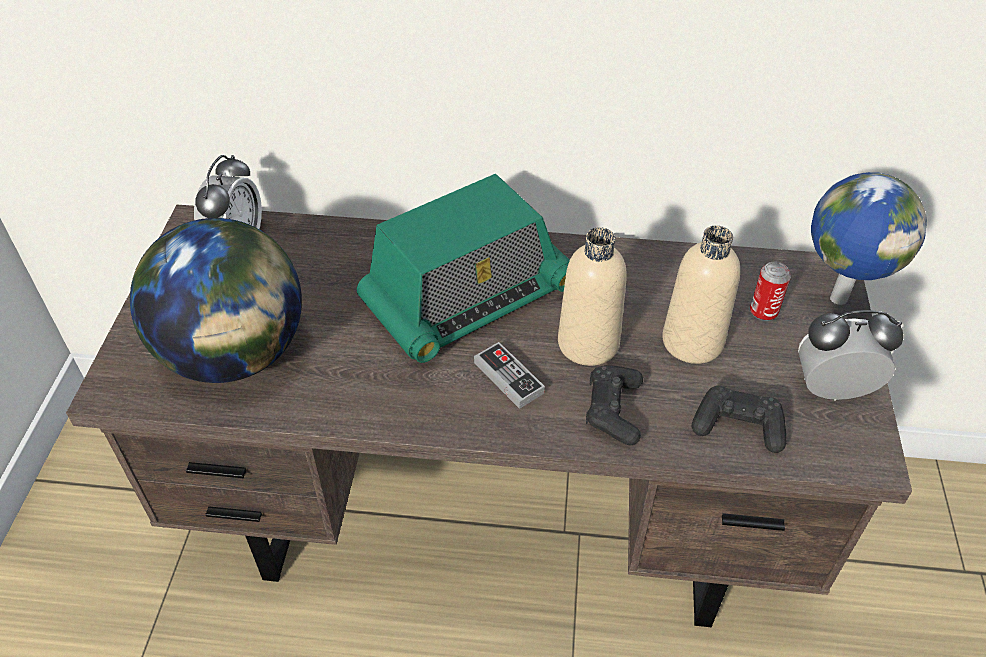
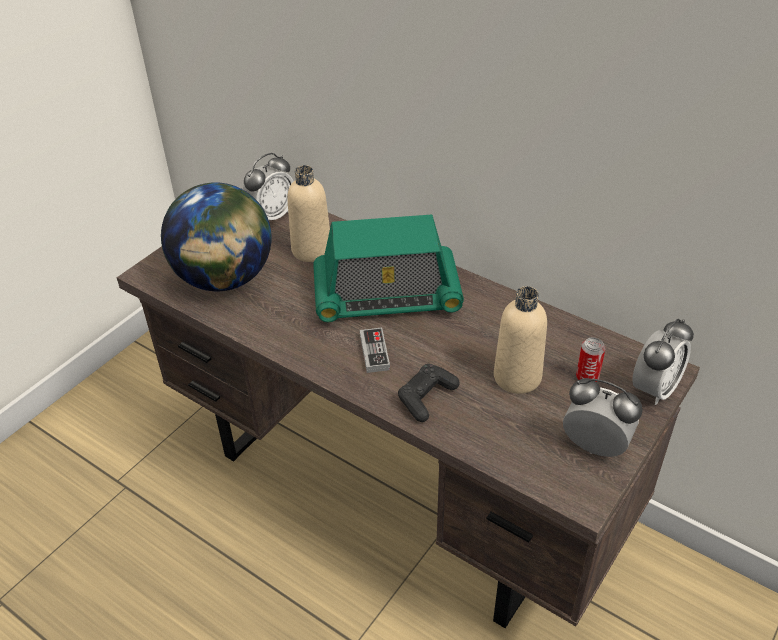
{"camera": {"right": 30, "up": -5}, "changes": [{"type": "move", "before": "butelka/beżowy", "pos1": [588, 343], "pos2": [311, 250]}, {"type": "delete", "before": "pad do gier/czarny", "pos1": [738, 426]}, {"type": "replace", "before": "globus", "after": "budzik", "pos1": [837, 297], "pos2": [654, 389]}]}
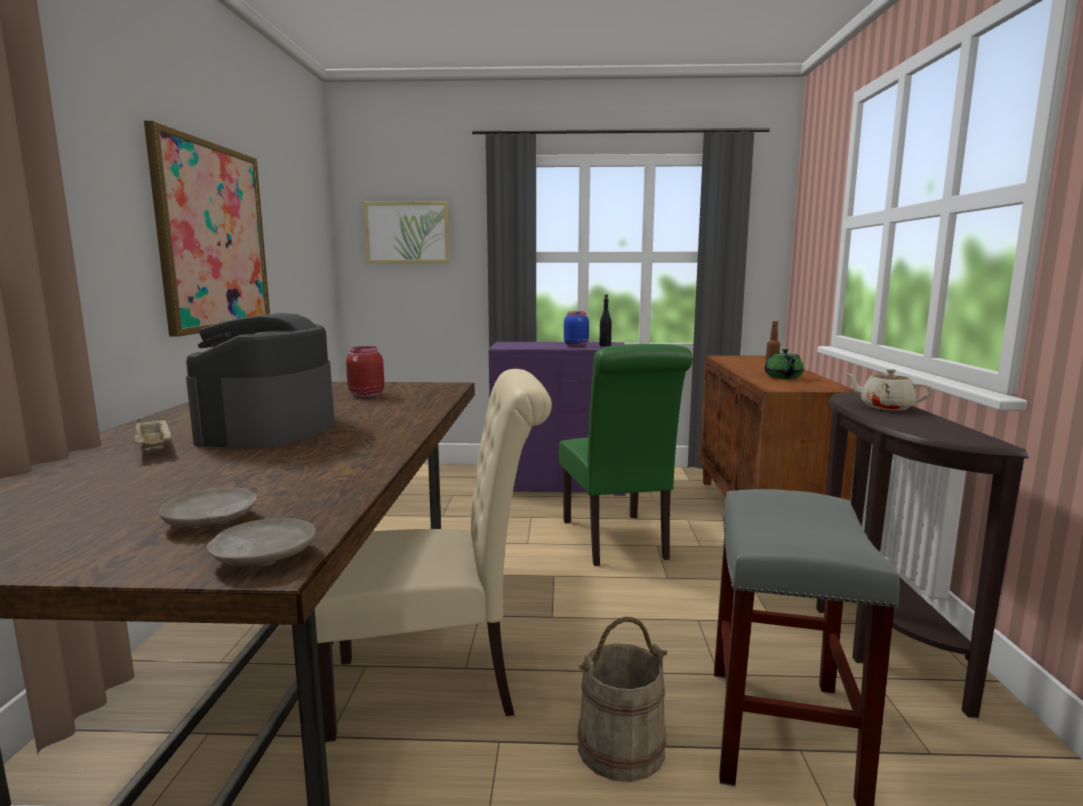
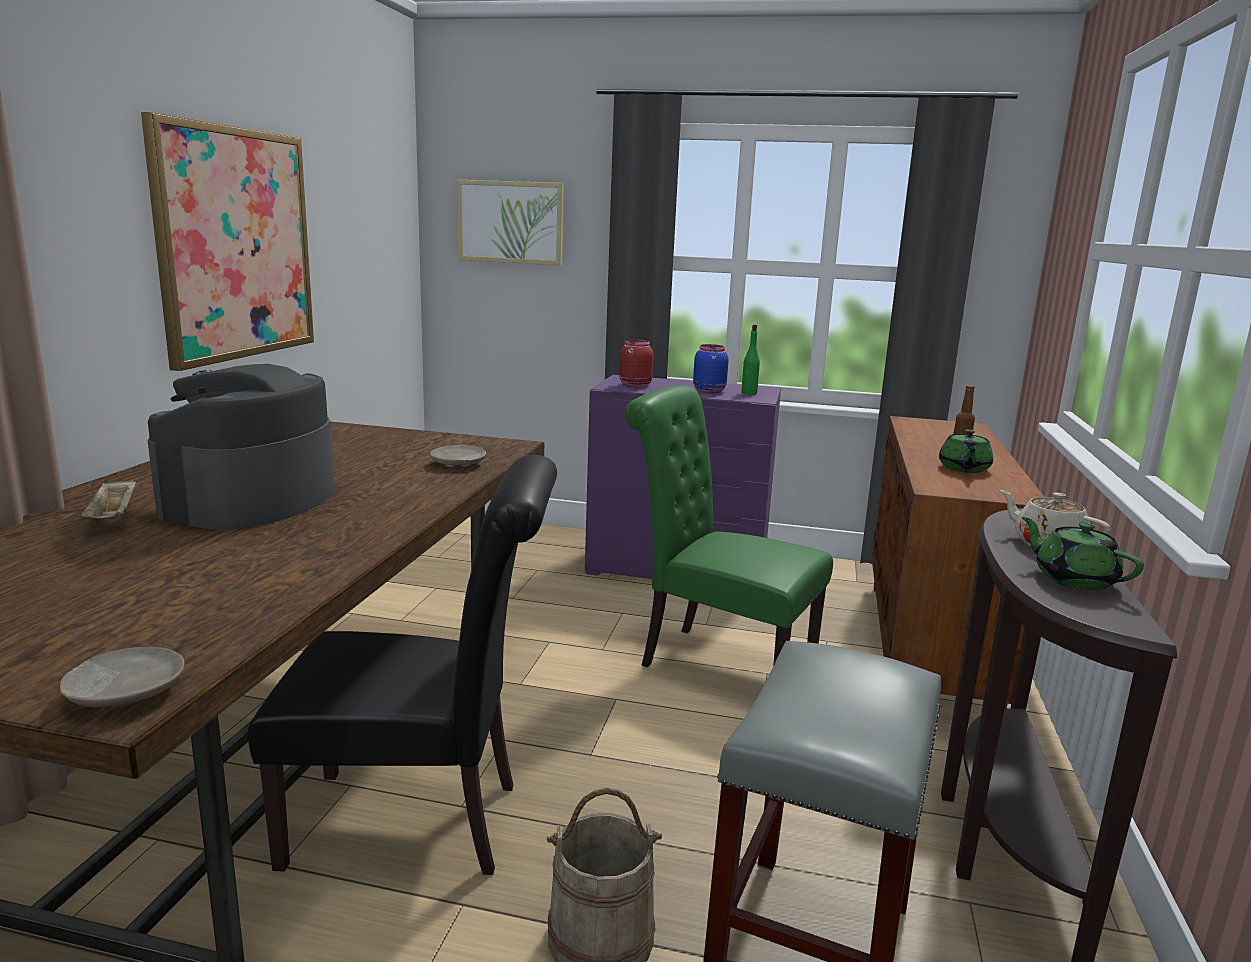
{"camera": {"right": 10, "up": 5}, "changes": [{"type": "move", "before": "talerz/beżowy", "pos1": [210, 521], "pos2": [458, 464]}, {"type": "recolor", "before": "krzesło/beżowy", "after": "krzesło/czarny", "pos1": [436, 685], "pos2": [419, 823]}, {"type": "move", "before": "słoik/czerwony", "pos1": [365, 395], "pos2": [634, 385]}, {"type": "rotate", "before": "krzesło/zielony", "pos1": [617, 542], "pos2": [717, 662], "turn": 120}, {"type": "recolor", "before": "butelka/czarny", "after": "butelka/zielony", "pos1": [605, 345], "pos2": [749, 393]}, {"type": "insert", "after": "imbryk/zielony", "pos2": [1073, 579]}]}
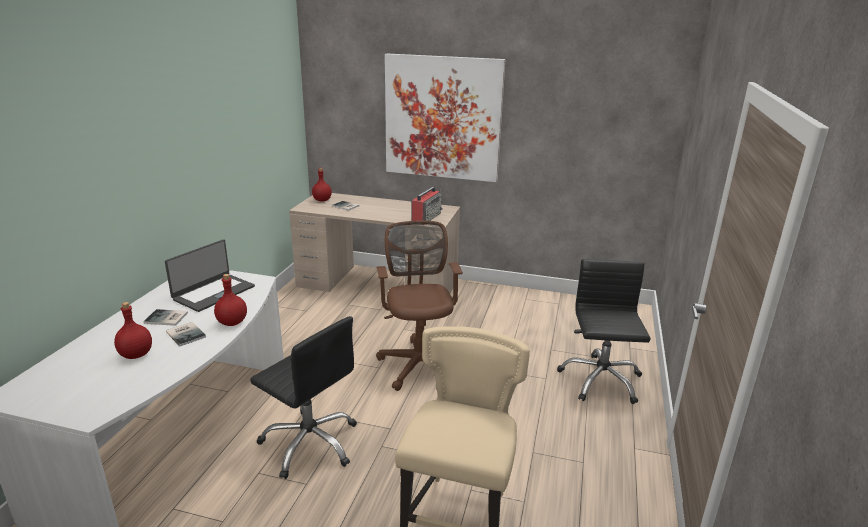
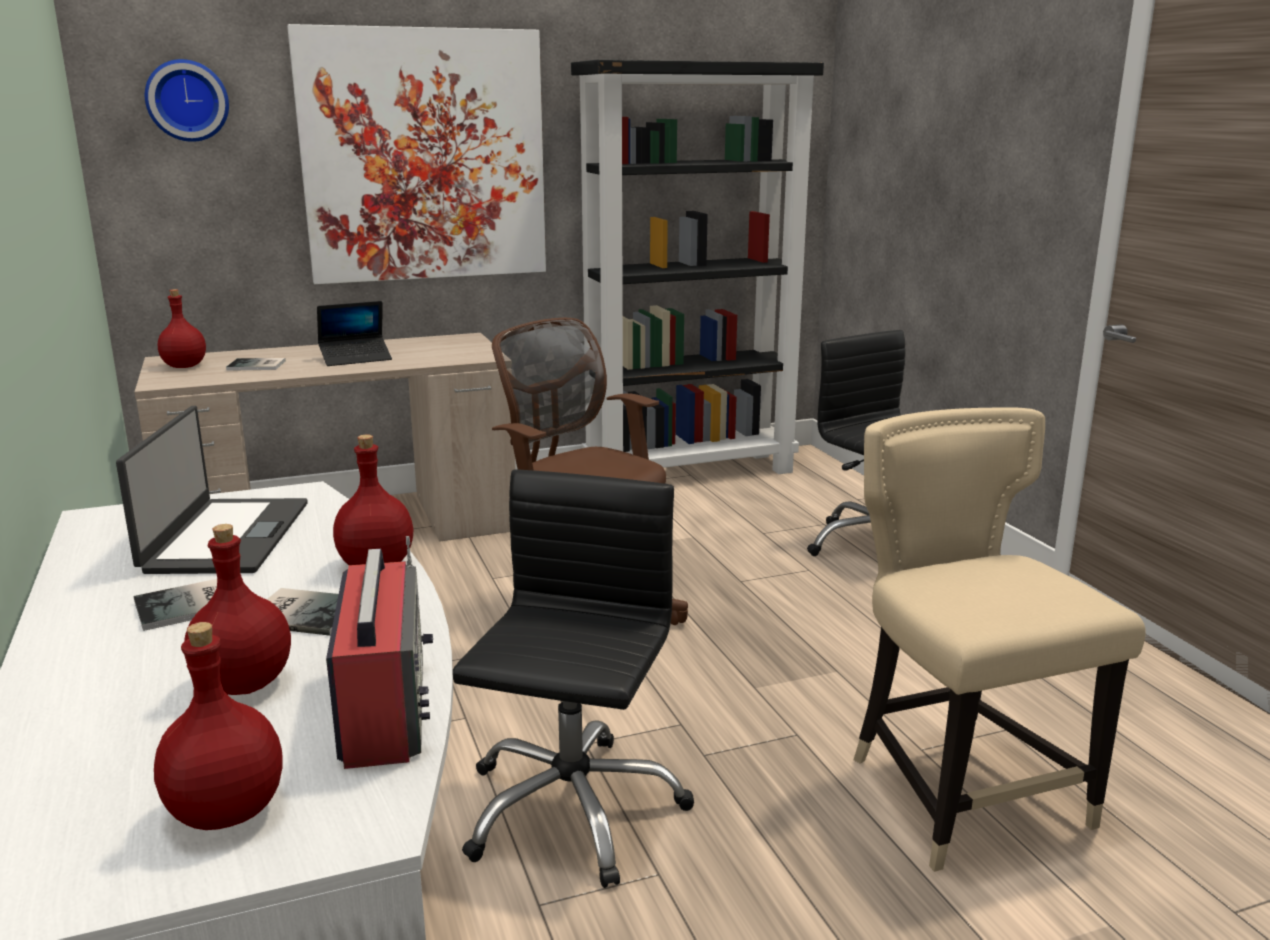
{"camera": {"right": -35, "up": -5}, "changes": [{"type": "rotate", "before": "krzesło biurowe/czarny", "pos1": [310, 443], "pos2": [571, 808], "turn": -75}, {"type": "move", "before": "radio", "pos1": [426, 217], "pos2": [384, 706]}, {"type": "insert", "after": "zegar ścienny", "pos2": [187, 100]}, {"type": "insert", "after": "butelka/czerwony", "pos2": [229, 811]}, {"type": "insert", "after": "laptop", "pos2": [356, 358]}, {"type": "insert", "after": "regał/czarny", "pos2": [690, 473]}]}
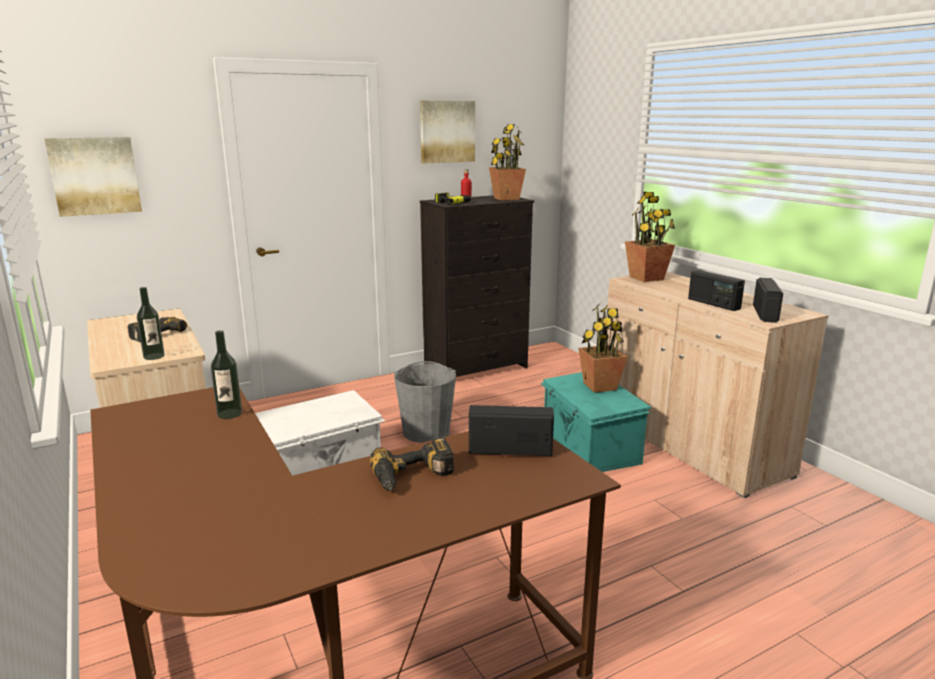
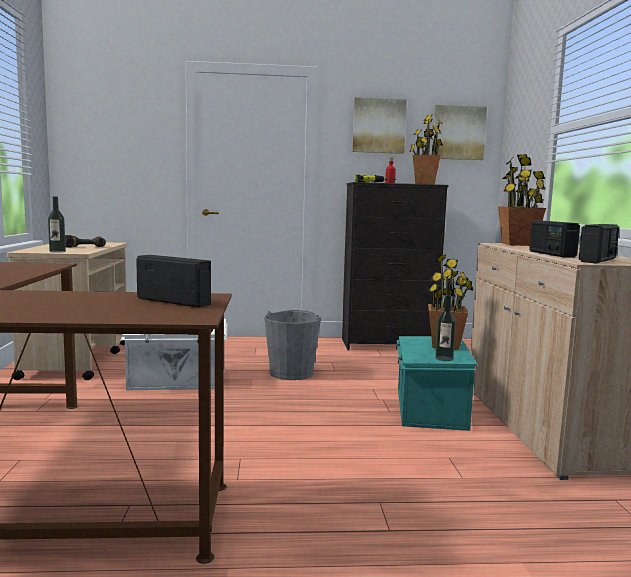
{"camera": {"right": 25, "up": -10}, "changes": [{"type": "move", "before": "obraz", "pos1": [95, 176], "pos2": [458, 133]}, {"type": "move", "before": "butelka", "pos1": [229, 414], "pos2": [444, 358]}, {"type": "delete", "before": "wiertarka", "pos1": [413, 477]}]}
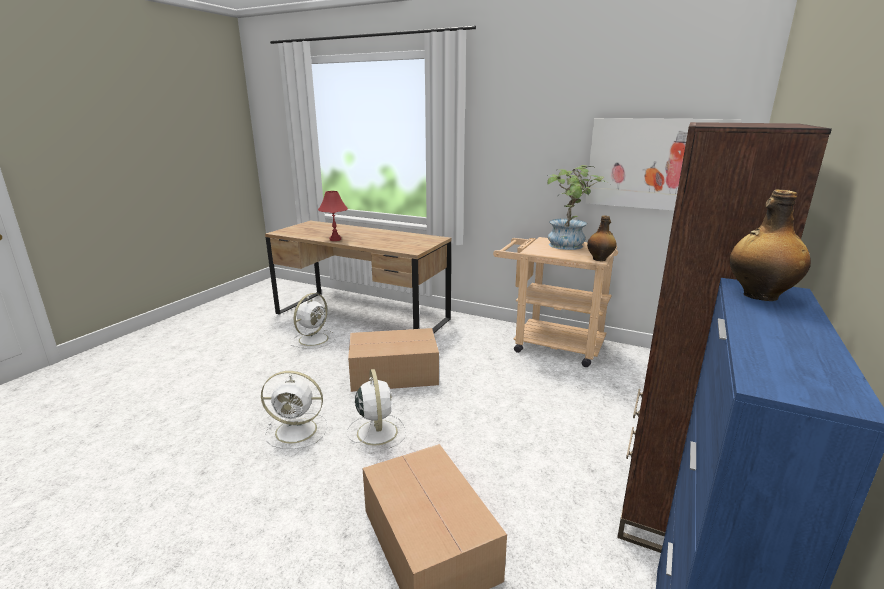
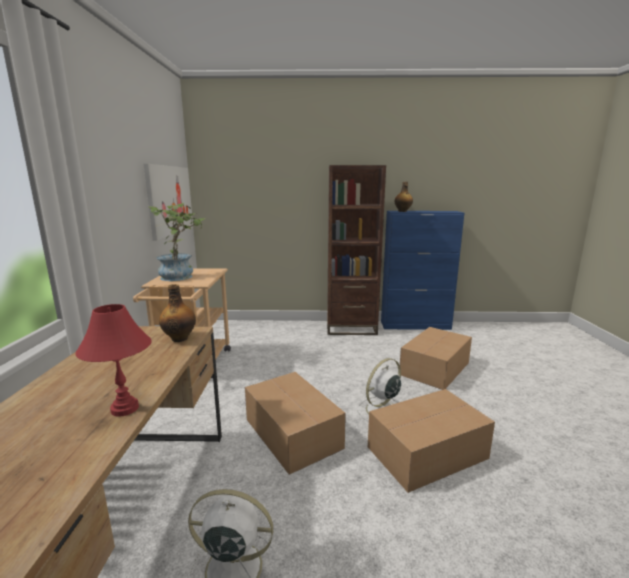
{"camera": {"right": -115, "up": -5}, "changes": [{"type": "replace", "before": "wentylator/biały", "after": "karton", "pos1": [298, 430], "pos2": [425, 452]}, {"type": "move", "before": "butelka", "pos1": [600, 259], "pos2": [180, 338]}]}
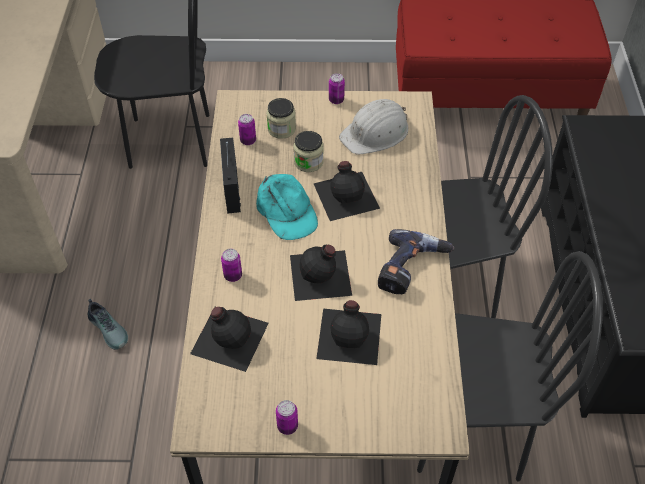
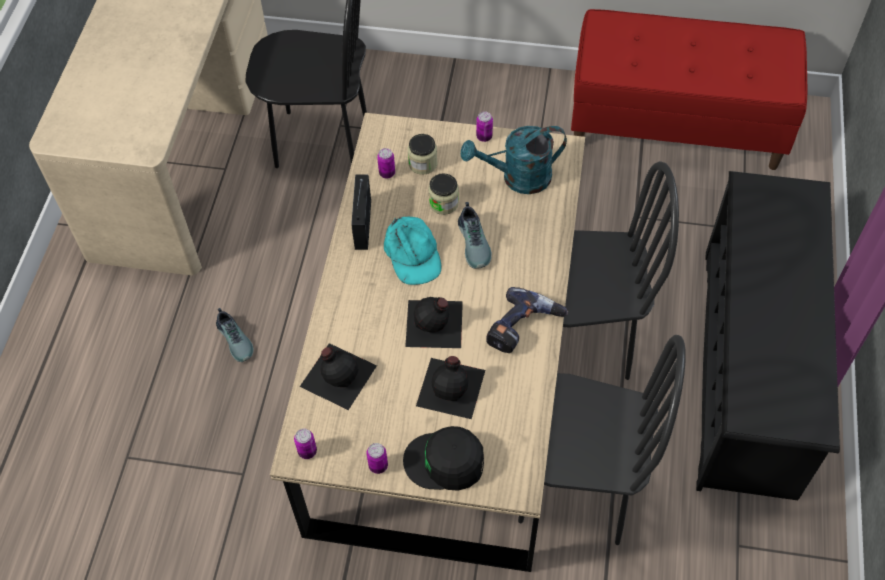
{"camera": {"right": 10, "up": 5}, "changes": [{"type": "move", "before": "puszka", "pos1": [233, 275], "pos2": [307, 451]}, {"type": "replace", "before": "butelka/czarny", "after": "but", "pos1": [346, 194], "pos2": [475, 243]}, {"type": "replace", "before": "kask/biały", "after": "konewka/turkusowy", "pos1": [376, 133], "pos2": [517, 178]}, {"type": "insert", "after": "czapka z daszkiem/czarny", "pos2": [445, 462]}]}
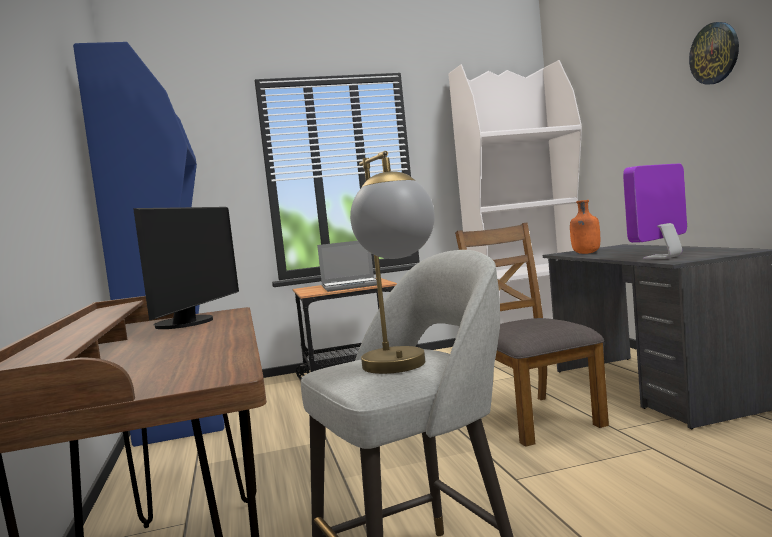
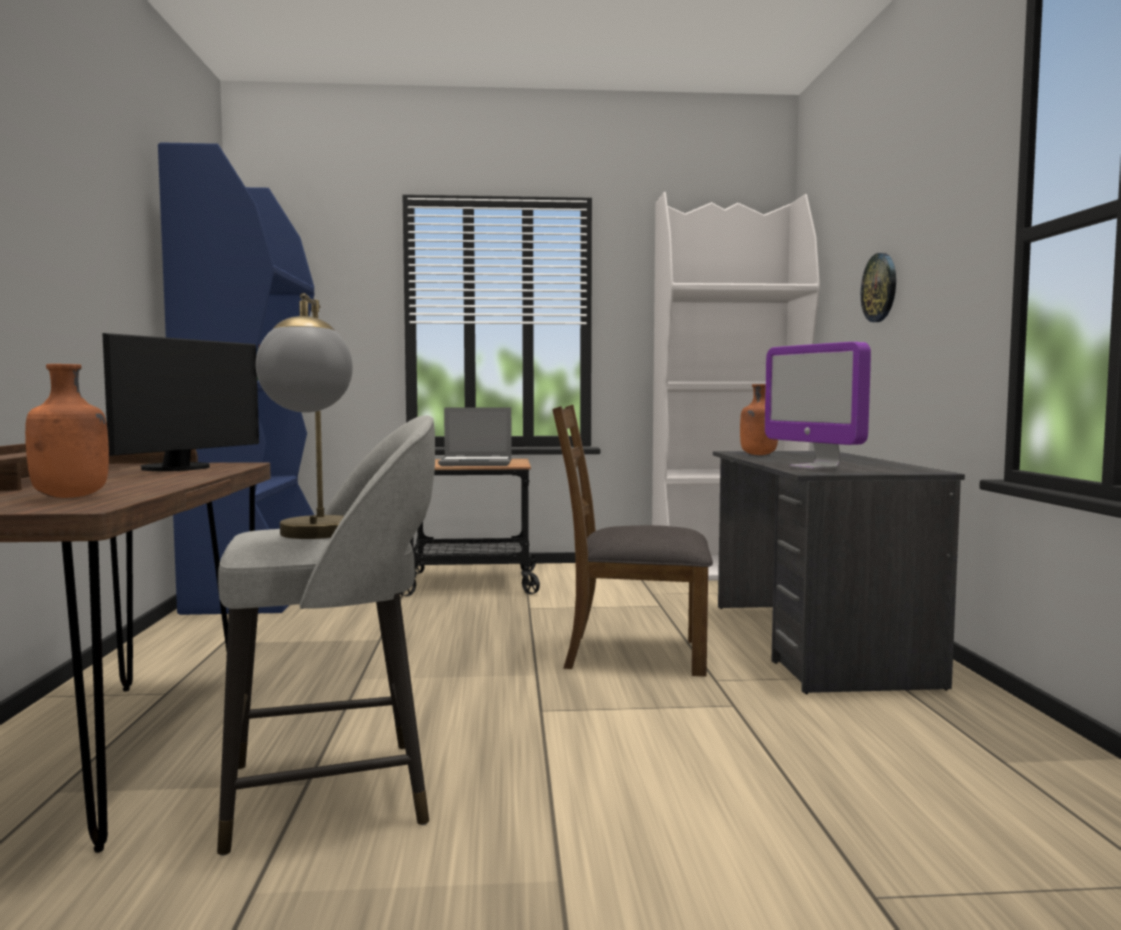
{"camera": {"right": 10, "up": 0}, "changes": [{"type": "rotate", "before": "krzesło/brązowy", "pos1": [535, 418], "pos2": [633, 653], "turn": -75}, {"type": "rotate", "before": "monitor", "pos1": [662, 257], "pos2": [814, 467], "turn": -90}, {"type": "move", "before": "zegar ścienny", "pos1": [714, 53], "pos2": [880, 287]}, {"type": "insert", "after": "butelka/pomarańczowy", "pos2": [72, 497]}]}
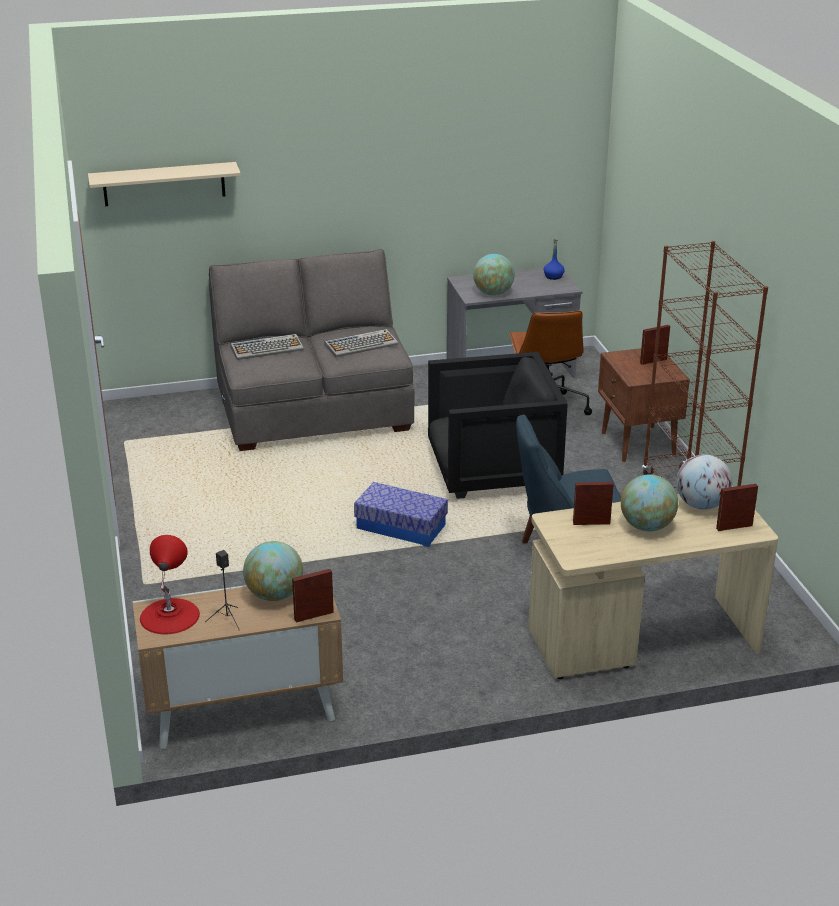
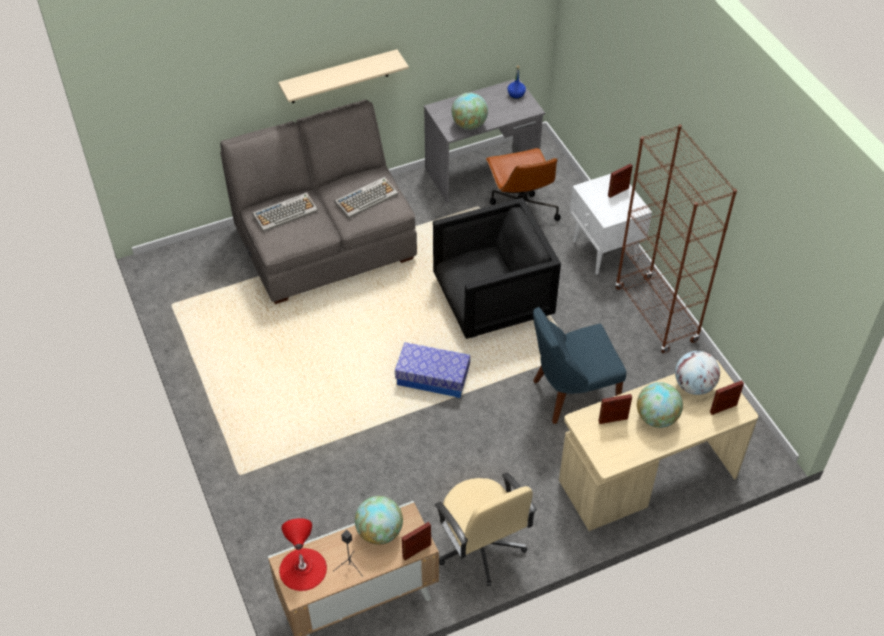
{"camera": {"right": -10, "up": 20}, "changes": [{"type": "move", "before": "półka/beżowy", "pos1": [164, 184], "pos2": [339, 77]}, {"type": "recolor", "before": "szafka nocna/brązowy", "after": "szafka nocna/biały", "pos1": [638, 444], "pos2": [604, 251]}, {"type": "insert", "after": "krzesło biurowe/beżowy", "pos2": [480, 547]}]}
